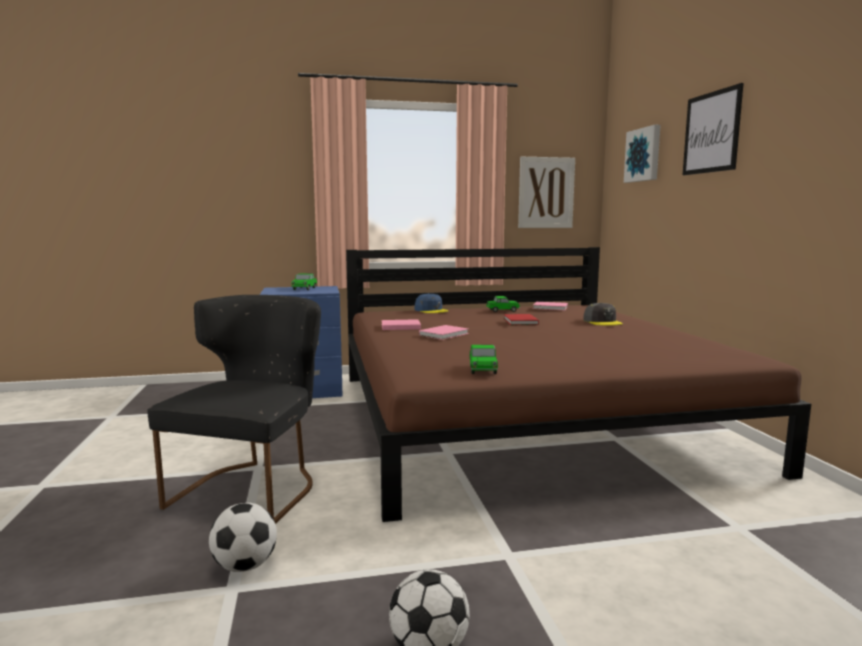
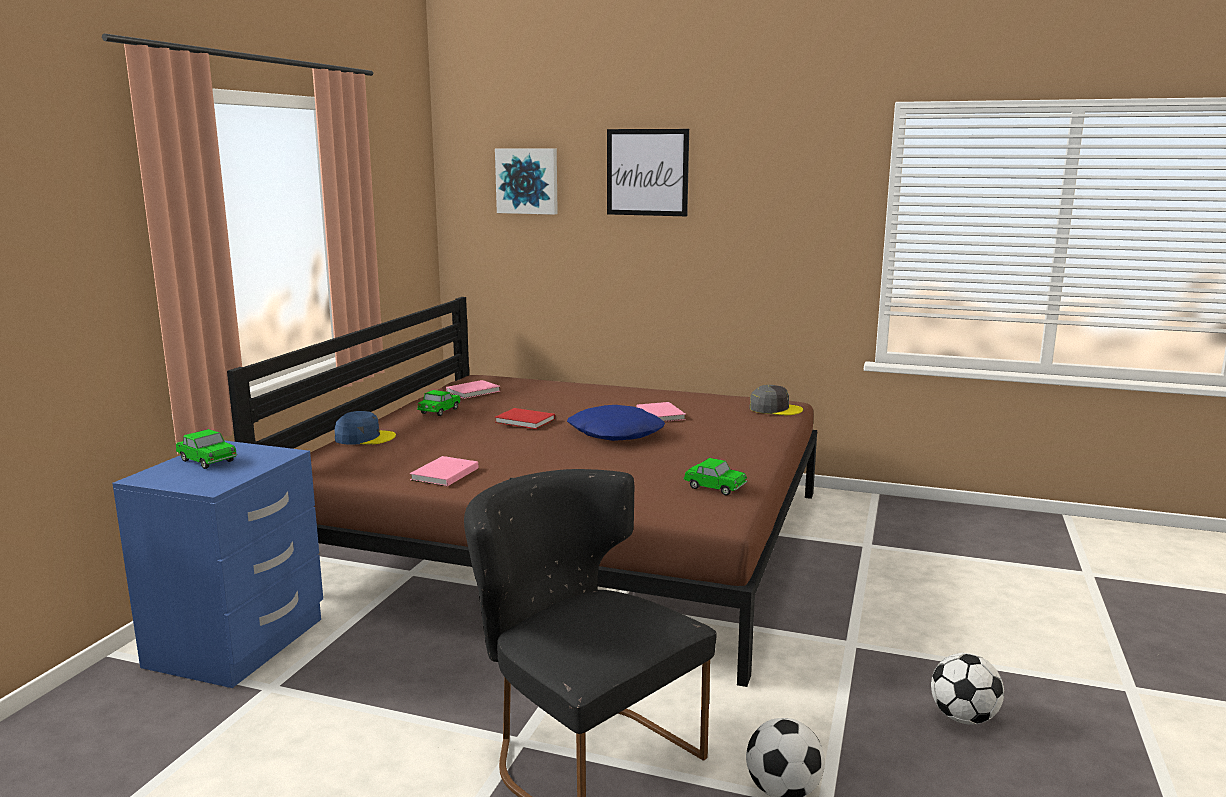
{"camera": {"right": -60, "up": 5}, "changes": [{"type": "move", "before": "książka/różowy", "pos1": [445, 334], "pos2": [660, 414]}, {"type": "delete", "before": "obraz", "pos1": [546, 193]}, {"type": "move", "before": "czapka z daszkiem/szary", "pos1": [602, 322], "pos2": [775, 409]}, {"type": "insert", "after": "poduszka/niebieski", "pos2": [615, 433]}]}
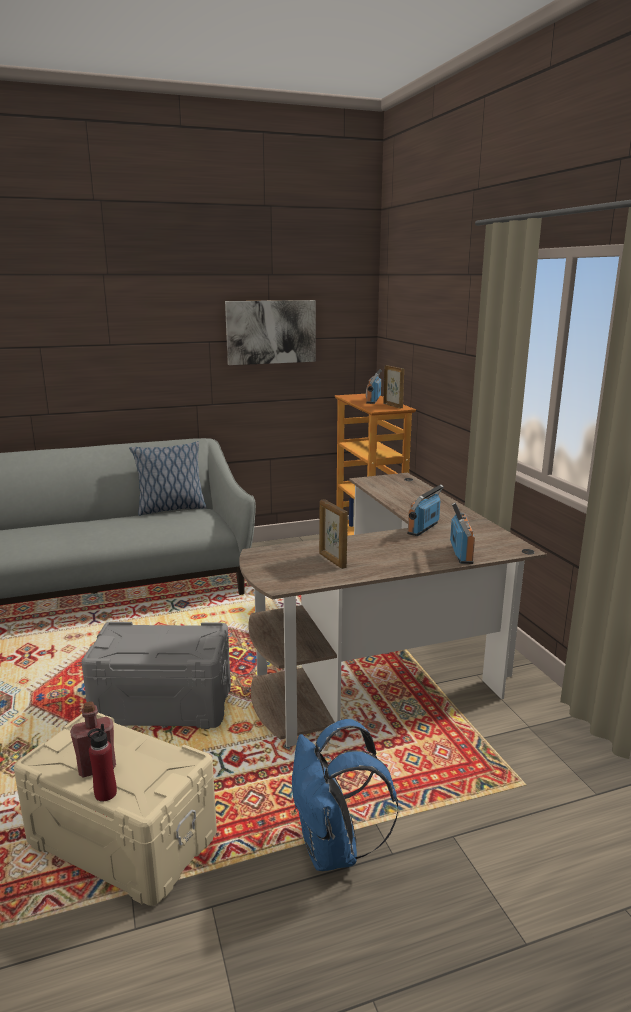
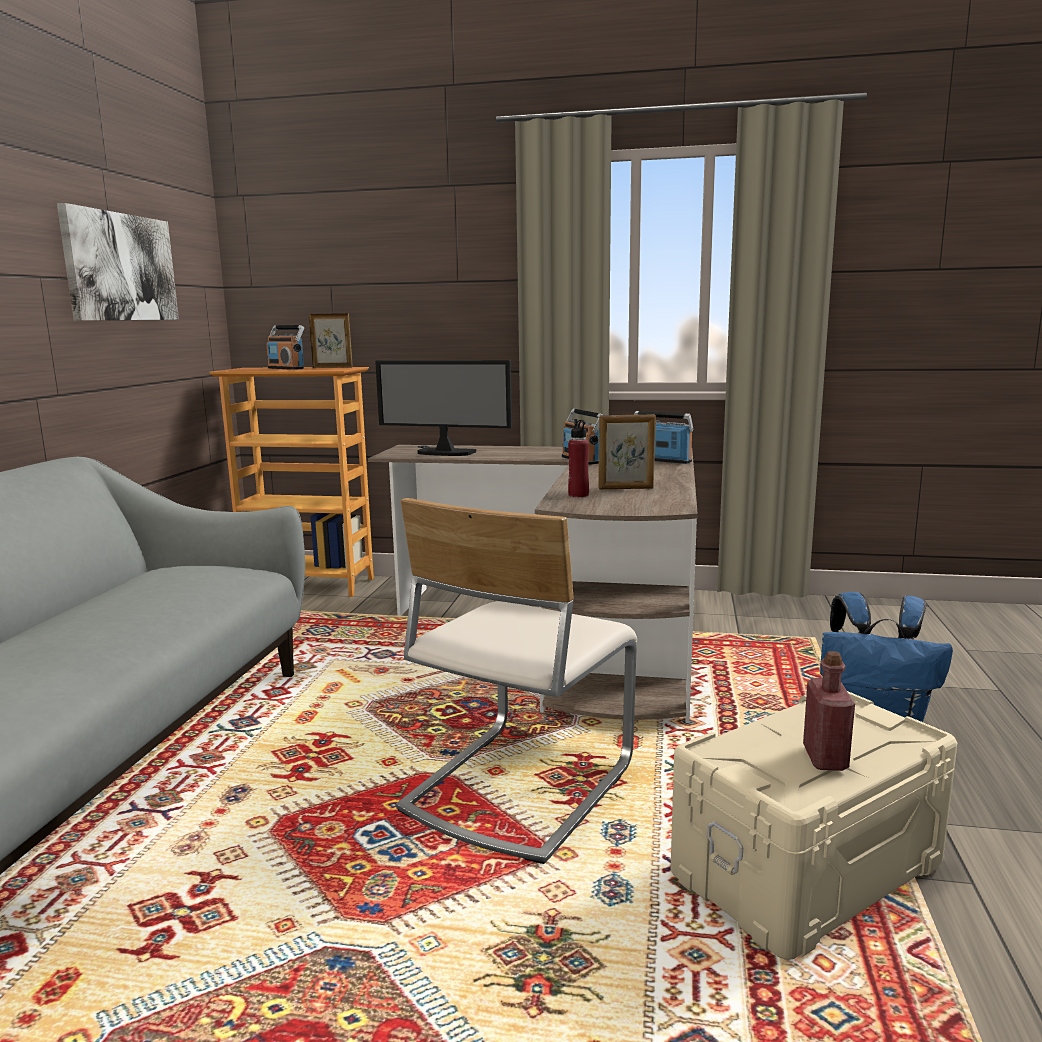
{"camera": {"right": -60, "up": -5}, "changes": [{"type": "replace", "before": "pojemnik do przechowywania/szary", "after": "krzesło/beżowy", "pos1": [163, 703], "pos2": [517, 787]}, {"type": "move", "before": "butelka/czerwony", "pos1": [105, 793], "pos2": [578, 495]}, {"type": "delete", "before": "poduszka", "pos1": [170, 509]}, {"type": "insert", "after": "monitor", "pos2": [445, 453]}]}
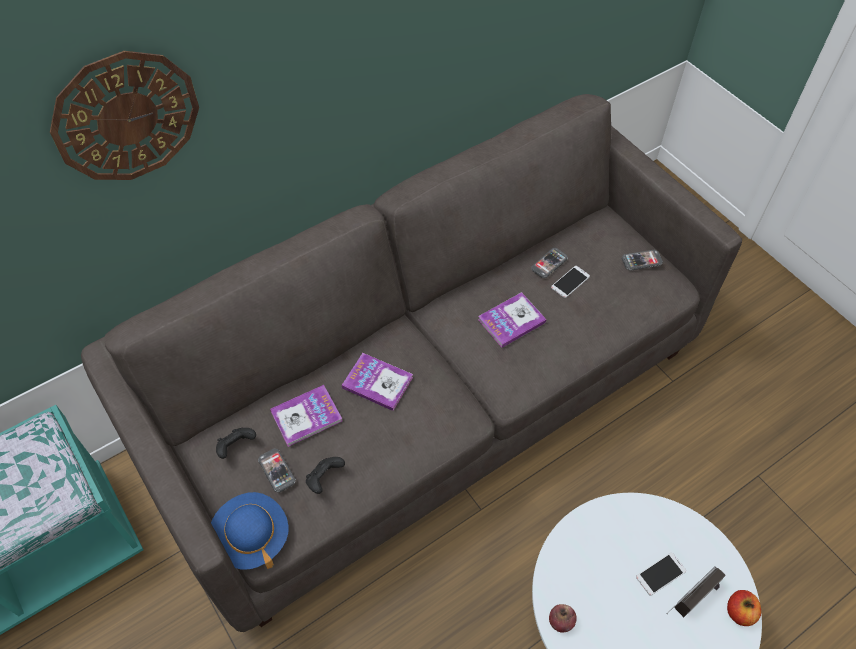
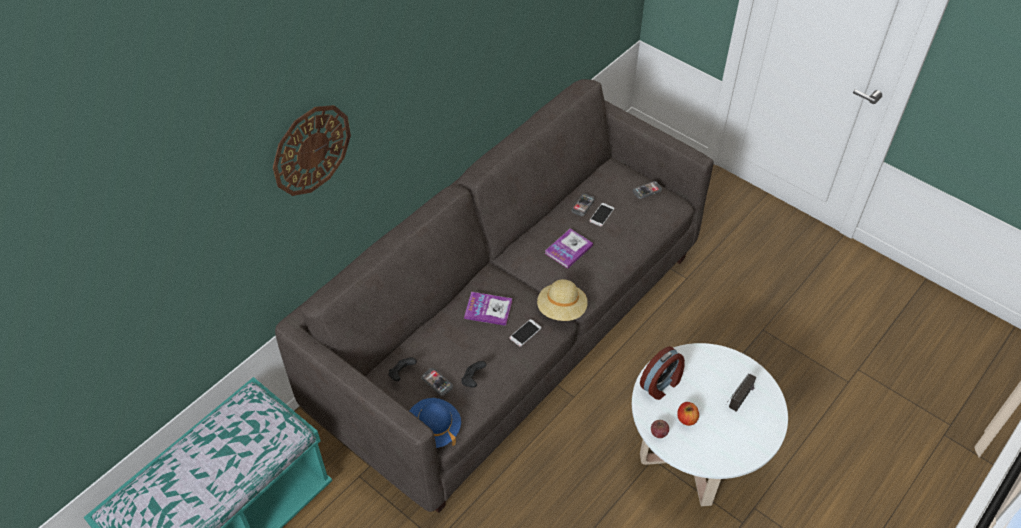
{"camera": {"right": -15, "up": -5}, "changes": [{"type": "delete", "before": "książka", "pos1": [306, 416]}, {"type": "move", "before": "telefon", "pos1": [660, 574], "pos2": [525, 333]}, {"type": "move", "before": "jabłko", "pos1": [739, 612], "pos2": [686, 419]}, {"type": "insert", "after": "kapelusz/beżowy", "pos2": [562, 309]}, {"type": "insert", "after": "budzik", "pos2": [661, 384]}]}
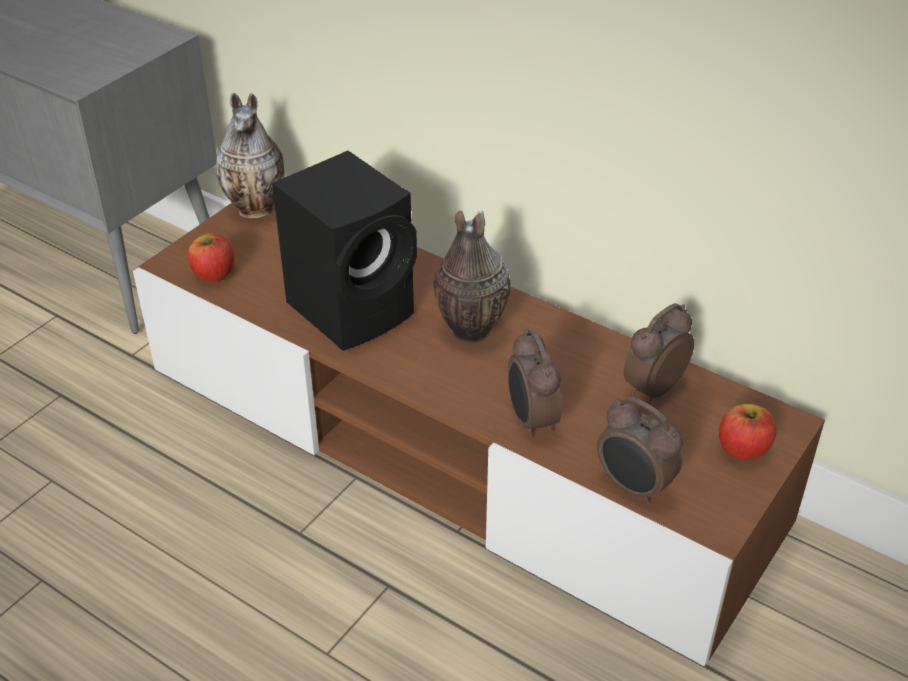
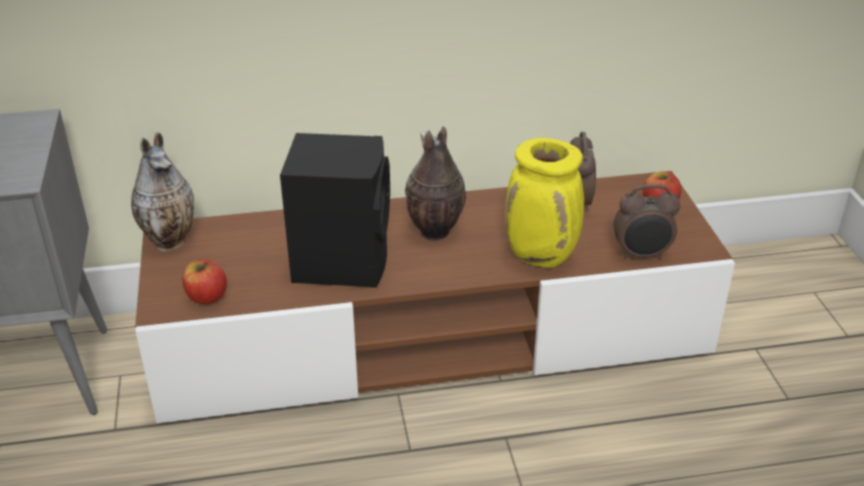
{"camera": {"right": -45, "up": -5}, "changes": [{"type": "replace", "before": "budzik", "after": "wazon/żółty", "pos1": [531, 420], "pos2": [542, 257]}]}
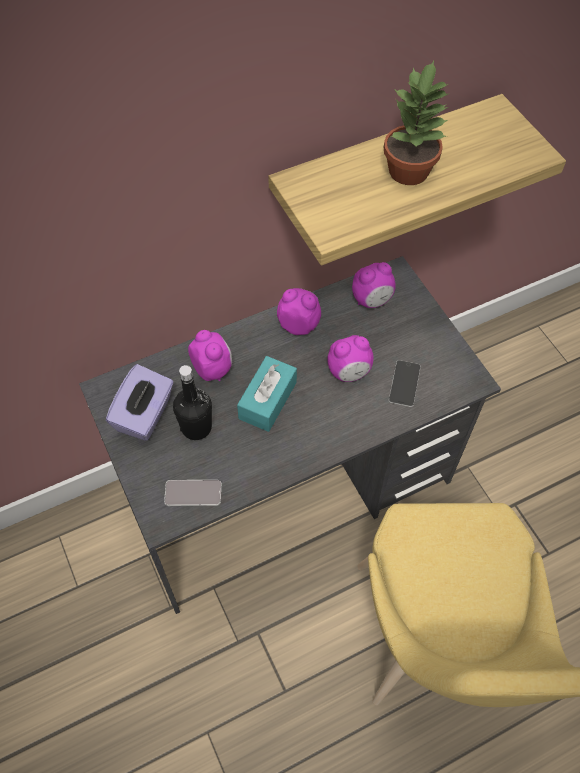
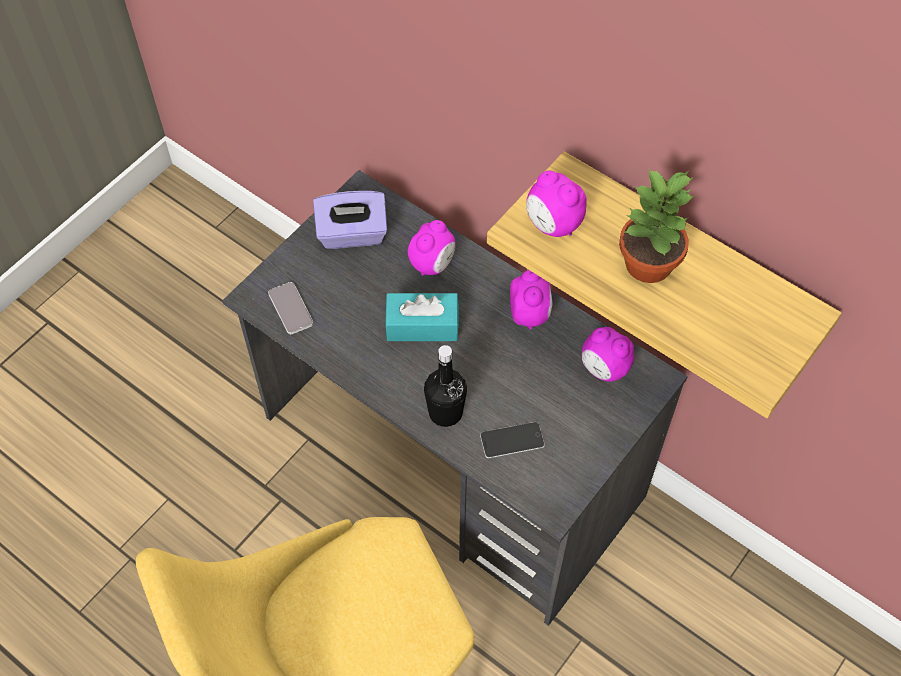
{"camera": {"right": 65, "up": 0}, "changes": [{"type": "move", "before": "butelka/czarny", "pos1": [196, 427], "pos2": [445, 412]}, {"type": "move", "before": "budzik", "pos1": [349, 372], "pos2": [553, 225]}]}
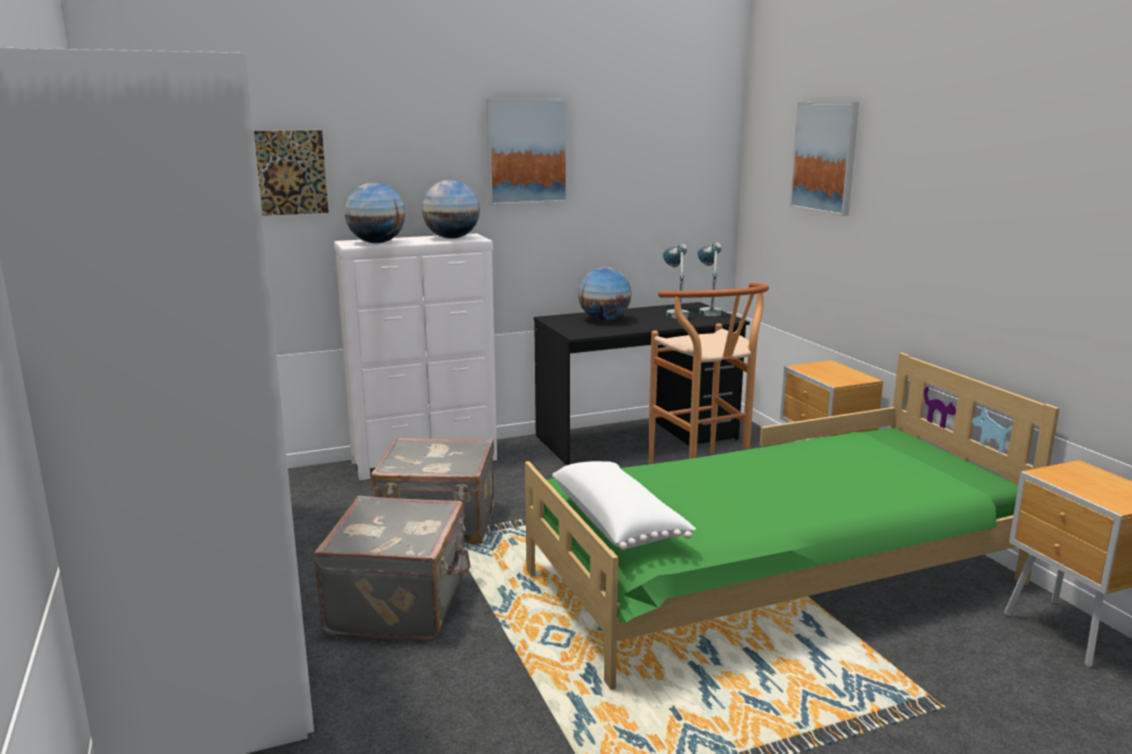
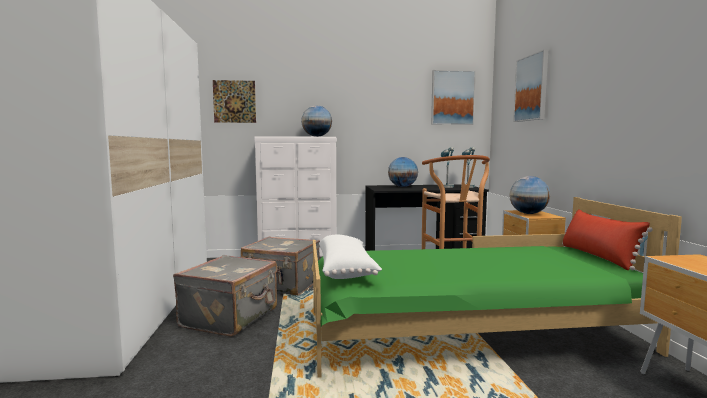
{"camera": {"right": 15, "up": -10}, "changes": [{"type": "move", "before": "globus", "pos1": [377, 243], "pos2": [528, 213]}, {"type": "move", "before": "obraz", "pos1": [526, 151], "pos2": [452, 98]}, {"type": "insert", "after": "poduszka/czerwony", "pos2": [598, 257]}]}
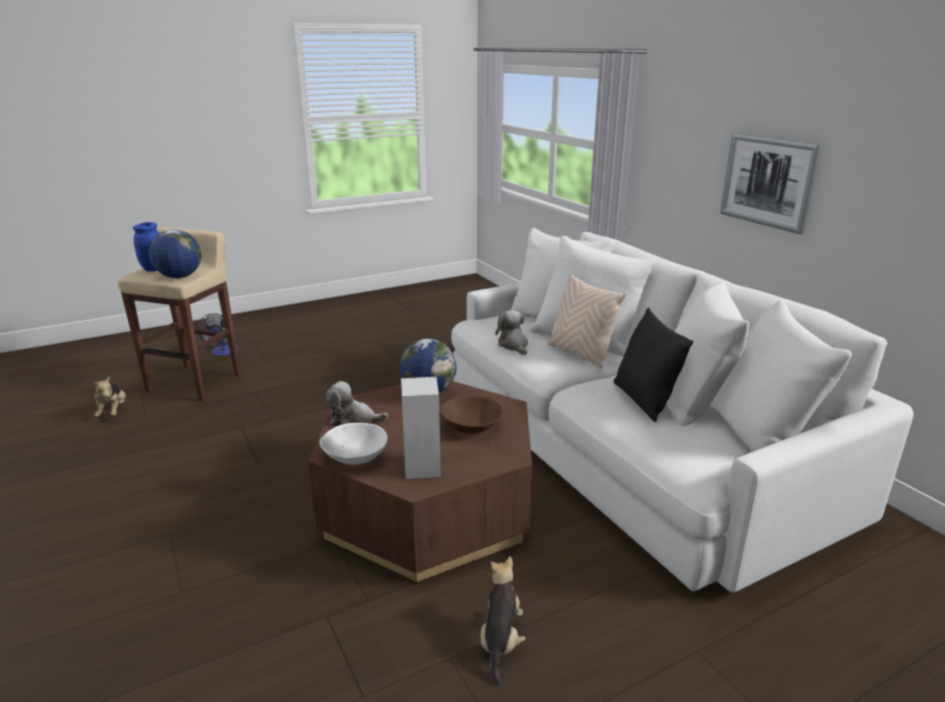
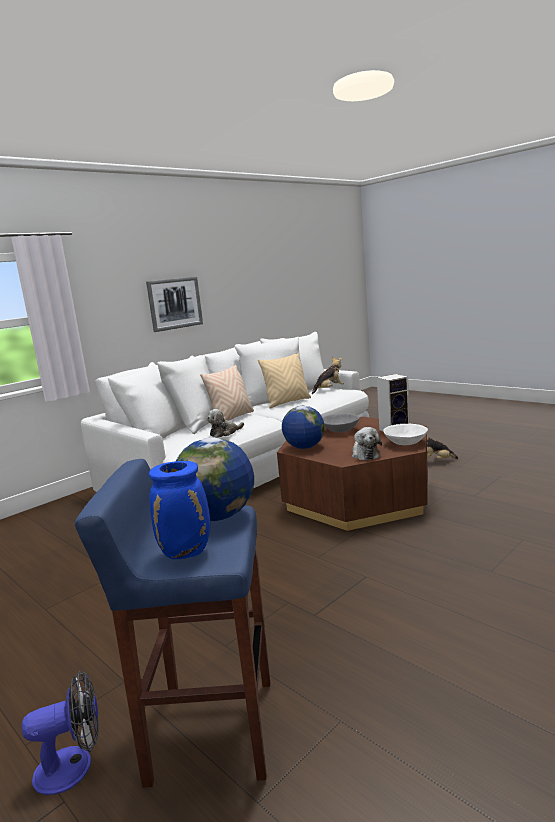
{"camera": {"right": -105, "up": -10}, "changes": [{"type": "move", "before": "pluszak", "pos1": [113, 411], "pos2": [329, 390]}, {"type": "recolor", "before": "stołek/beżowy", "after": "stołek/niebieski", "pos1": [196, 382], "pos2": [210, 730]}, {"type": "recolor", "before": "miska/brązowy", "after": "miska/szary", "pos1": [471, 427], "pos2": [340, 430]}, {"type": "recolor", "before": "poduszka/czarny", "after": "poduszka/beżowy", "pos1": [643, 401], "pos2": [287, 402]}]}
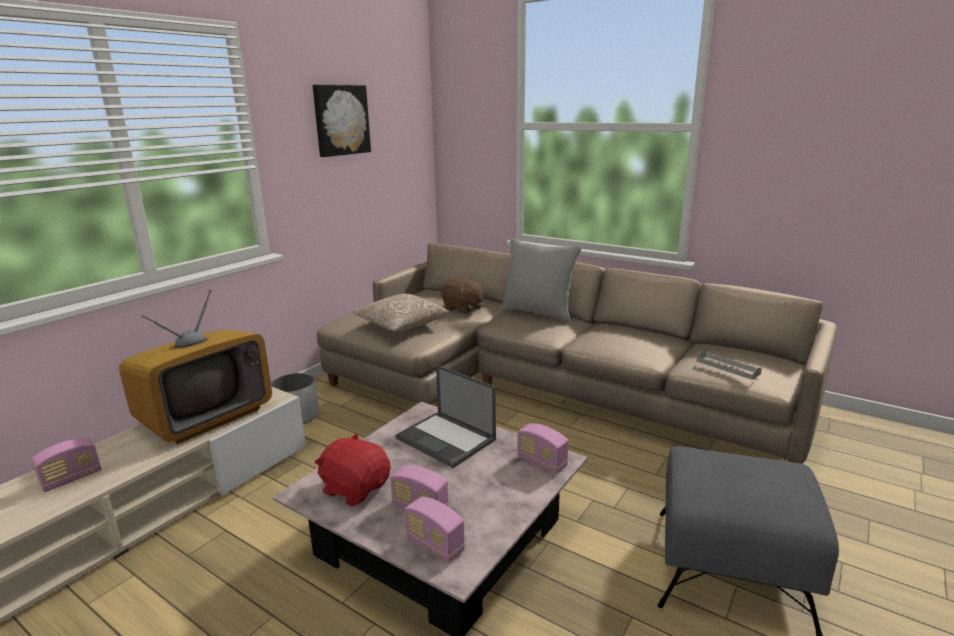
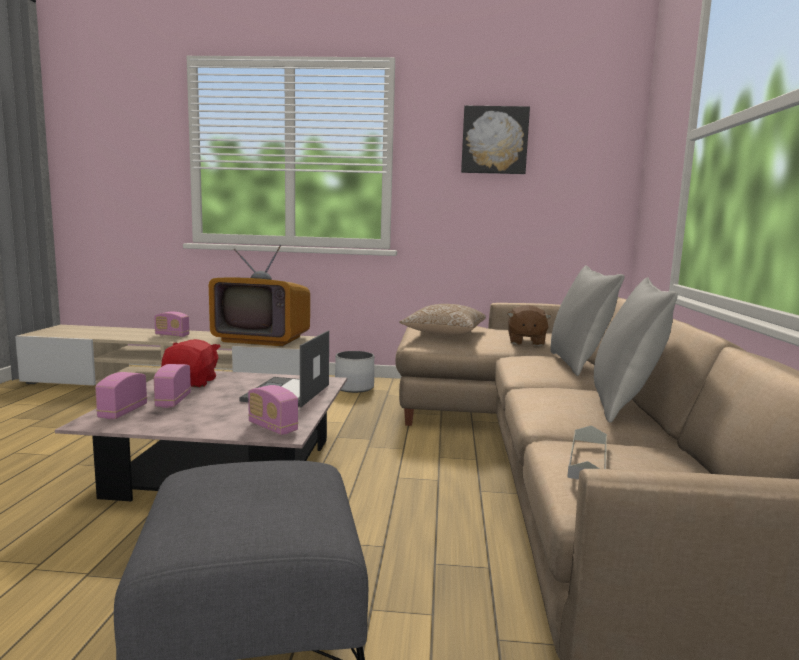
{"camera": {"right": 60, "up": -10}, "changes": [{"type": "rotate", "before": "radio", "pos1": [541, 462], "pos2": [272, 427], "turn": -60}, {"type": "insert", "after": "poduszka/szary", "pos2": [624, 405]}]}
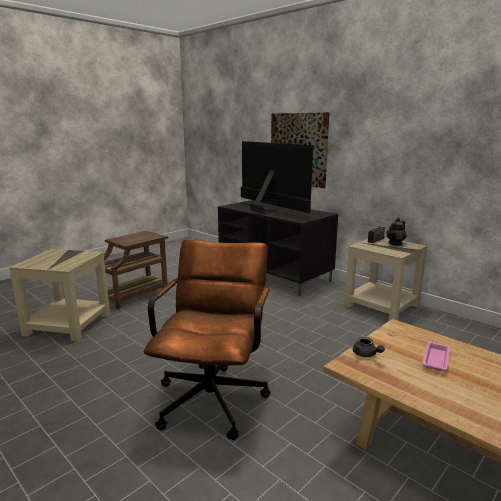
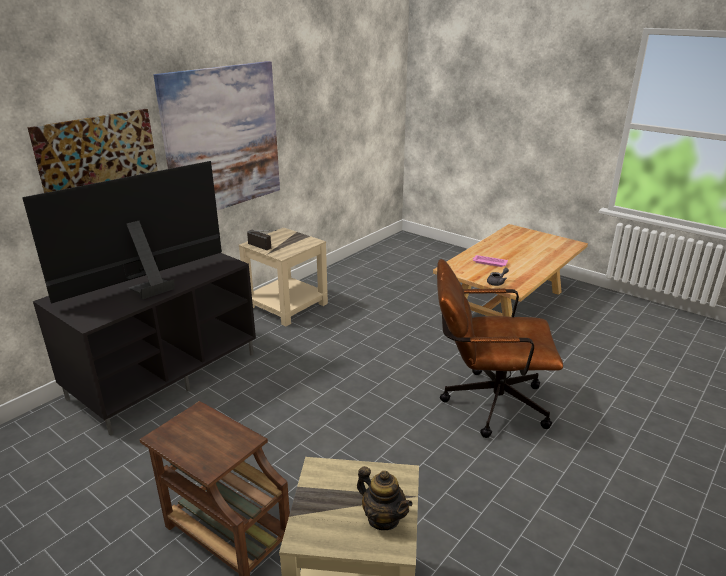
{"camera": {"right": -95, "up": 10}, "changes": [{"type": "move", "before": "imbryk", "pos1": [395, 244], "pos2": [383, 518]}, {"type": "insert", "after": "obraz", "pos2": [223, 139]}]}
